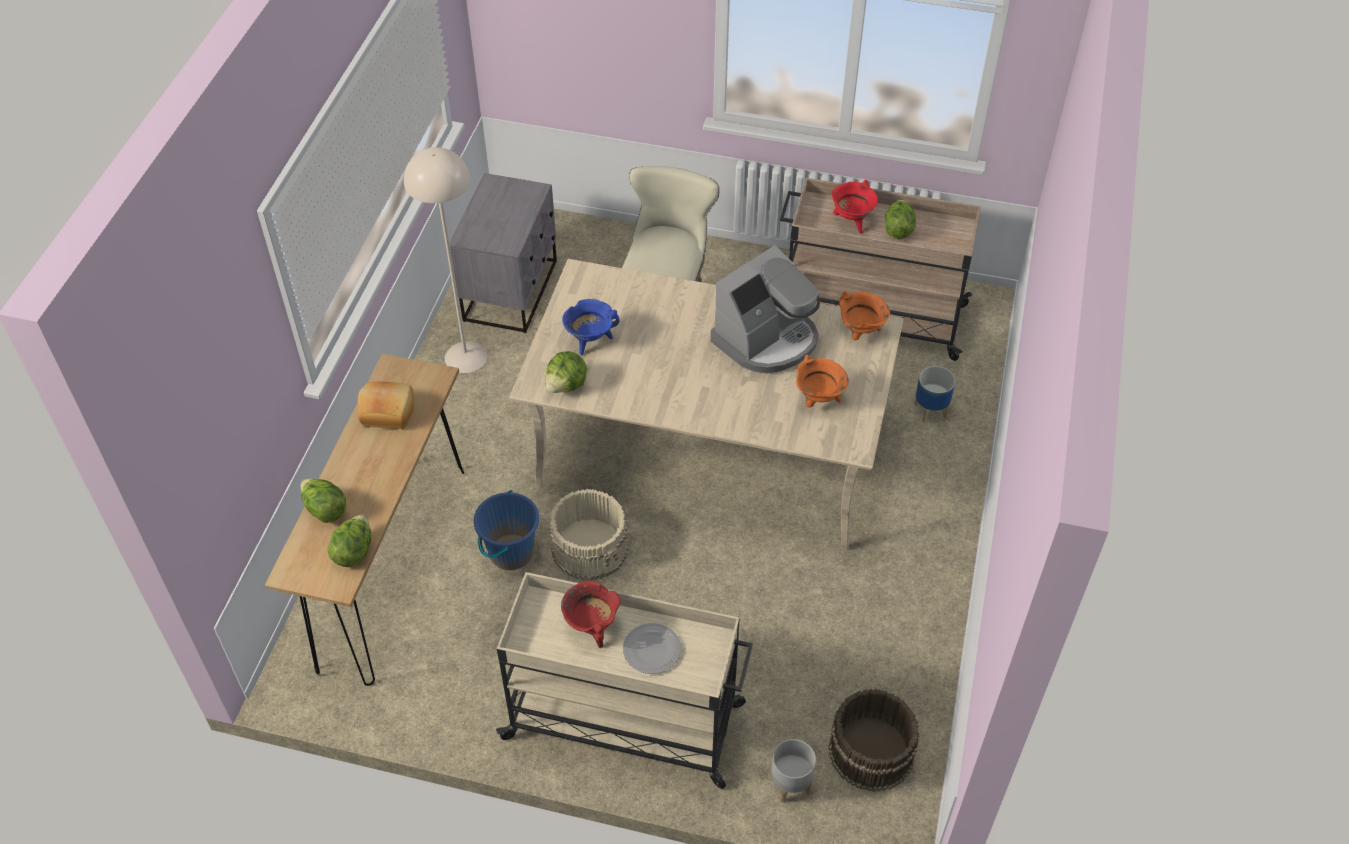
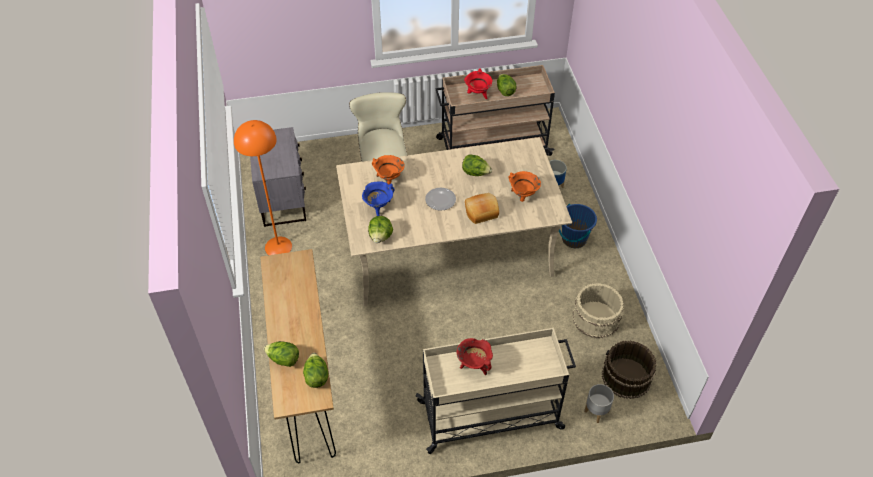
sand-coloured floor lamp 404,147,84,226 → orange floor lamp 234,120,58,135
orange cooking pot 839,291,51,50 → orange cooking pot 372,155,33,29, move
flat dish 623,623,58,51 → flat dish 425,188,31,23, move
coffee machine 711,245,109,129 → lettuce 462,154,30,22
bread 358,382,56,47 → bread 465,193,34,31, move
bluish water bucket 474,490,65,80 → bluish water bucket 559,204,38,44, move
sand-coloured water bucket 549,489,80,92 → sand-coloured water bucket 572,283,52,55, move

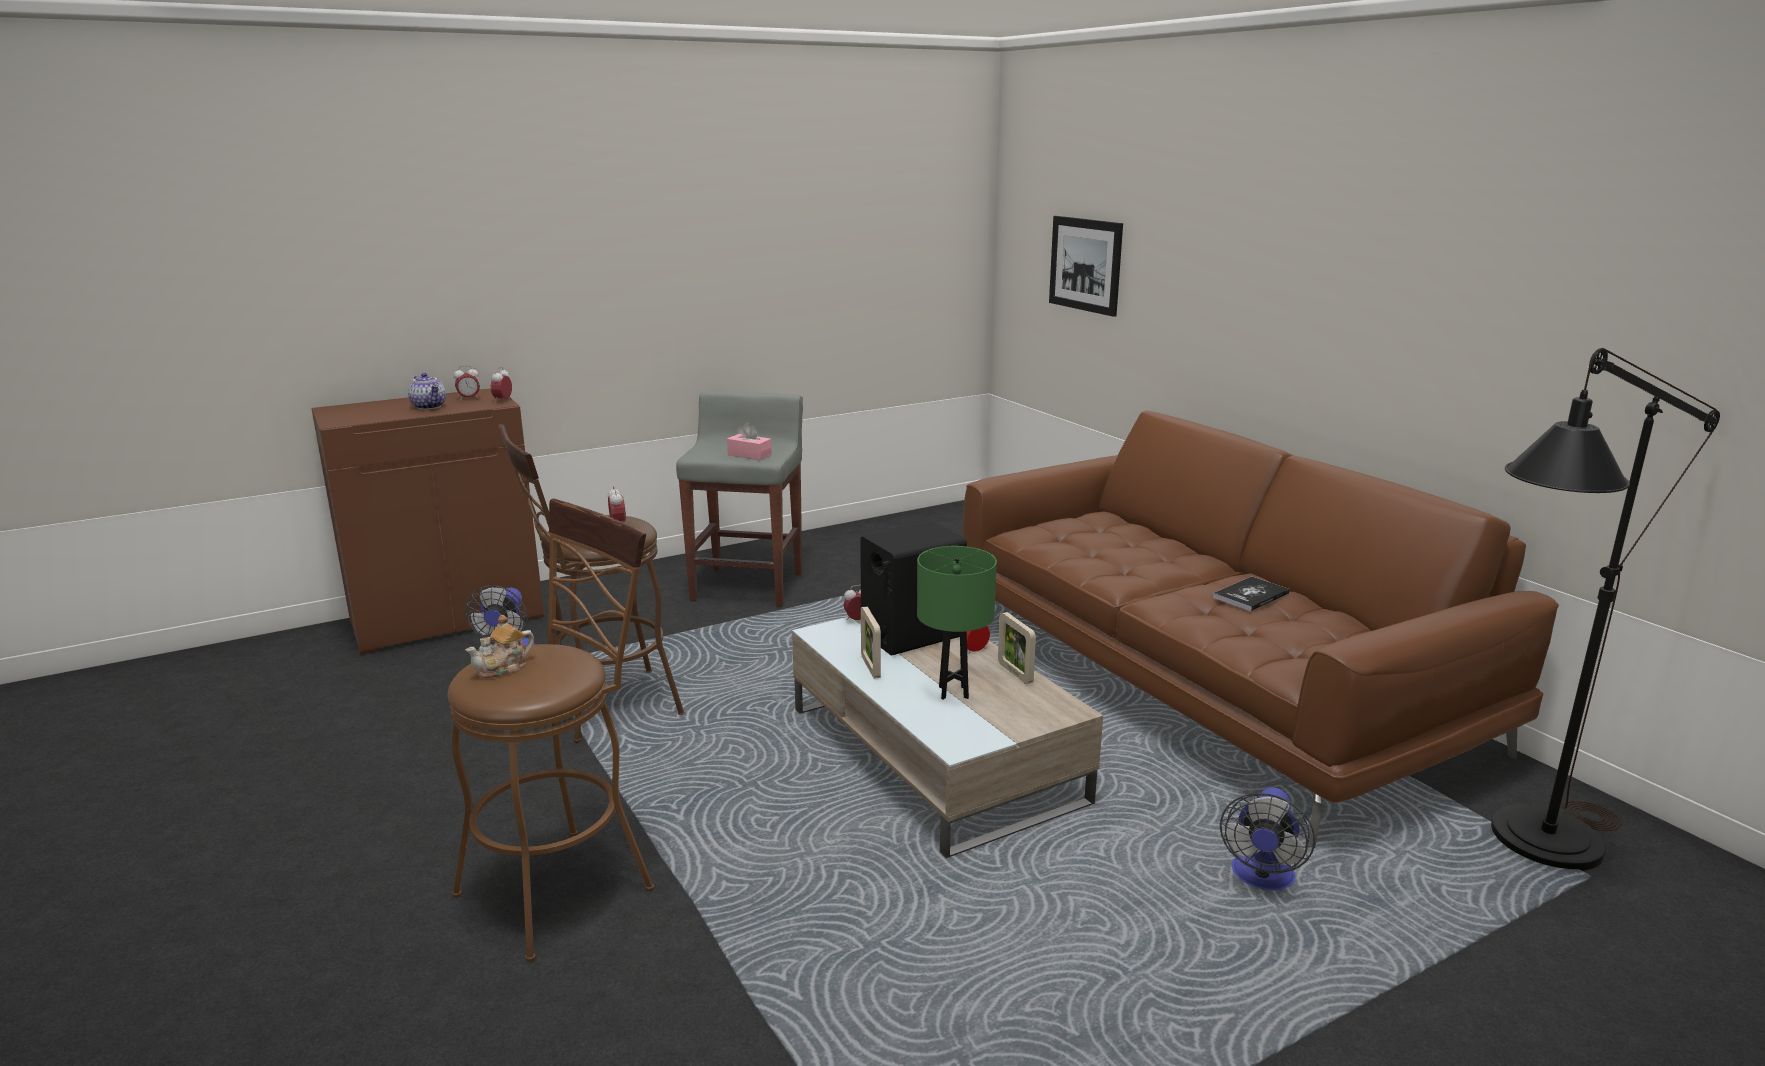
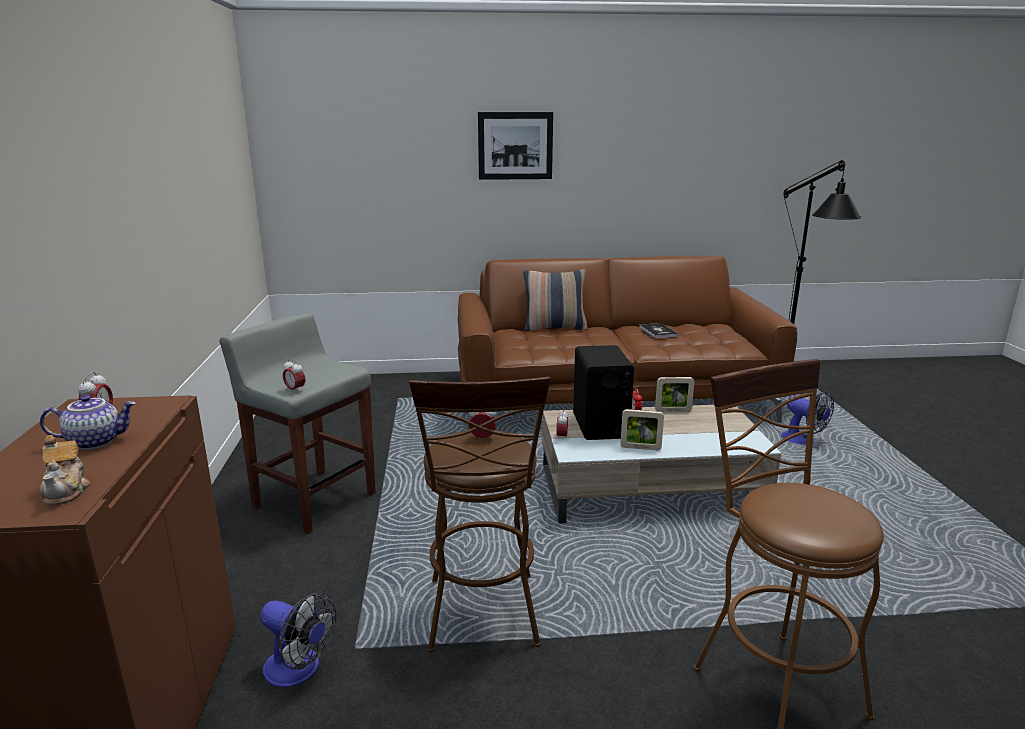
tea pot 465,615,69,63 → tea pot 40,435,50,71, move
alarm clock 491,367,21,36 → alarm clock 283,359,22,34, move
wall art 1049,216,74,101 → wall art 478,112,75,68, move
- → pillow 523,269,65,62
pinkish tissue holder 727,423,45,37 → -
green-coloured table lamp 917,546,80,153 → -

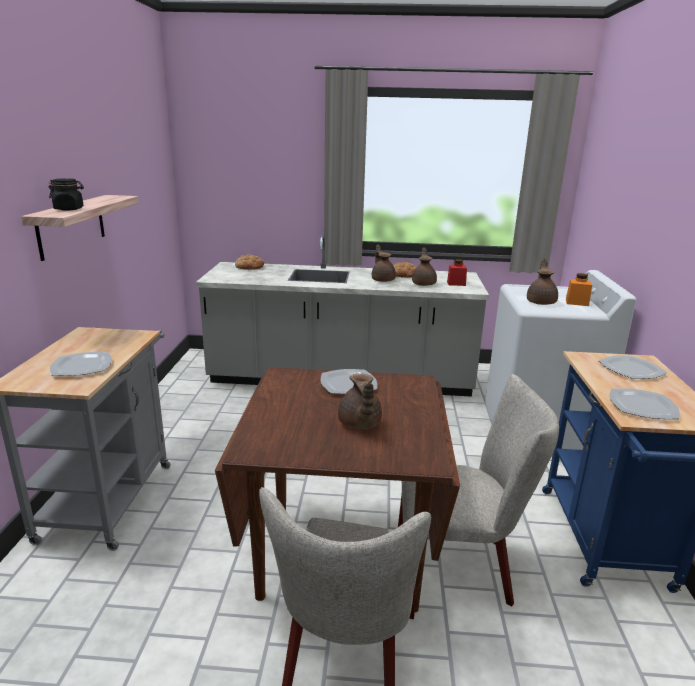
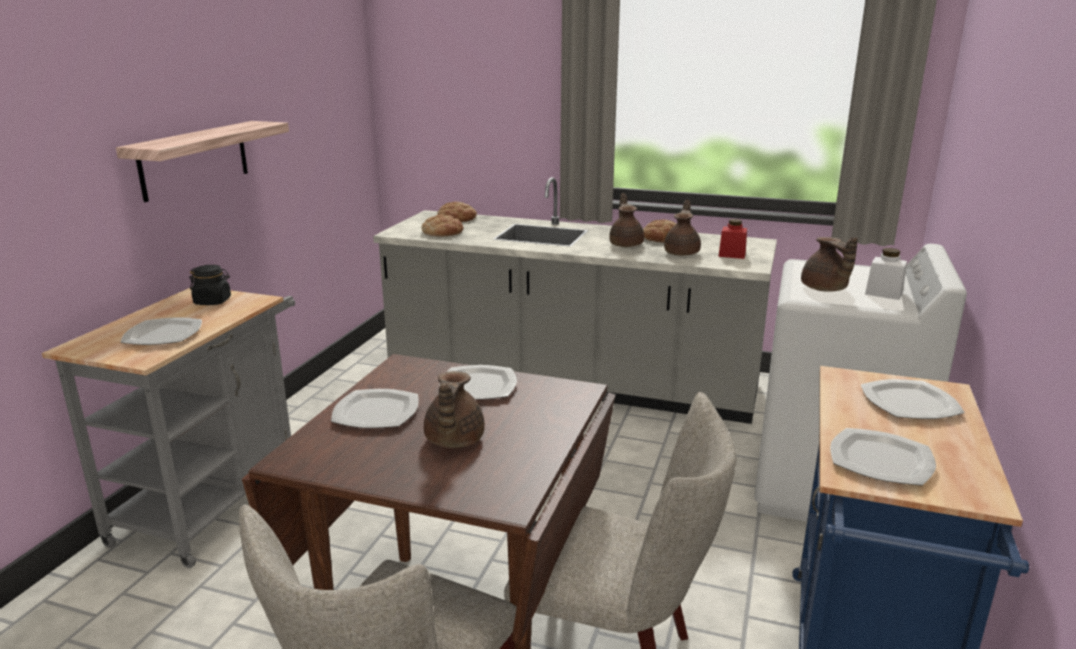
black preserve jar 48,178,36,33 → black preserve jar 189,265,42,40, move
- → flat dish 331,389,88,39
- → bread 422,214,41,22
brownish tea pot 527,258,31,47 → brownish tea pot 801,237,57,55, 135 degrees clockwise
orange preserve jar 566,273,26,33 → white-coloured preserve jar 865,248,42,52

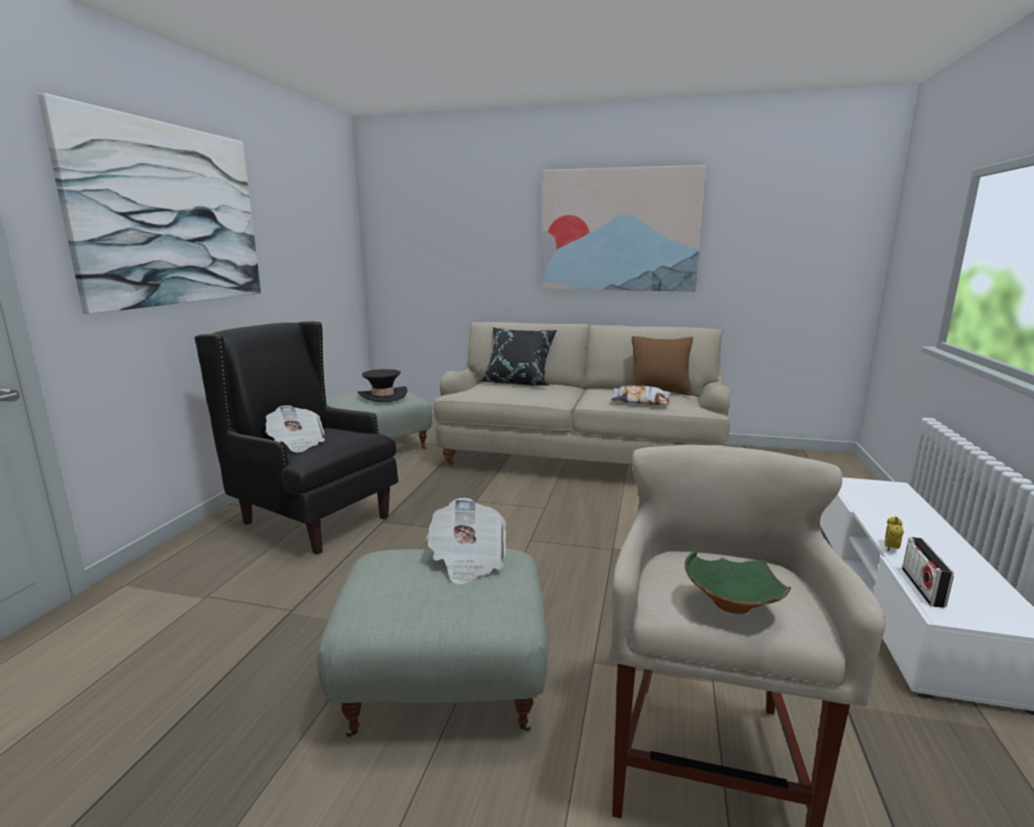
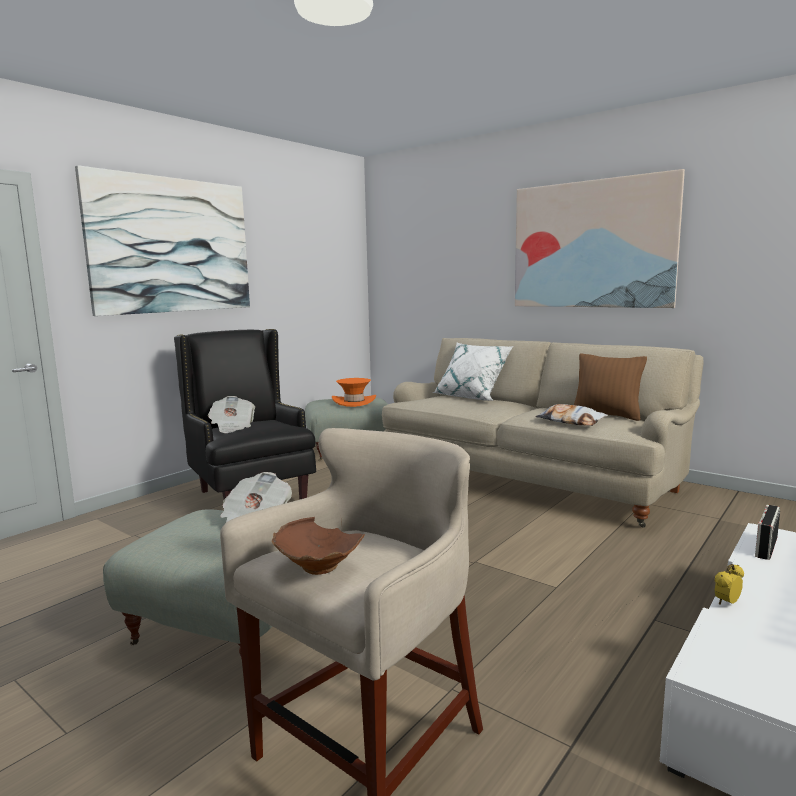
green-coloured deep dish 685,551,106,63 → brownish deep dish 272,517,93,58
black clothing hat 358,369,50,33 → orange clothing hat 332,378,44,29
black pillow 479,327,78,59 → white-coloured pillow 433,343,80,58
radio receiver 902,537,52,71 → radio receiver 755,505,25,55, move

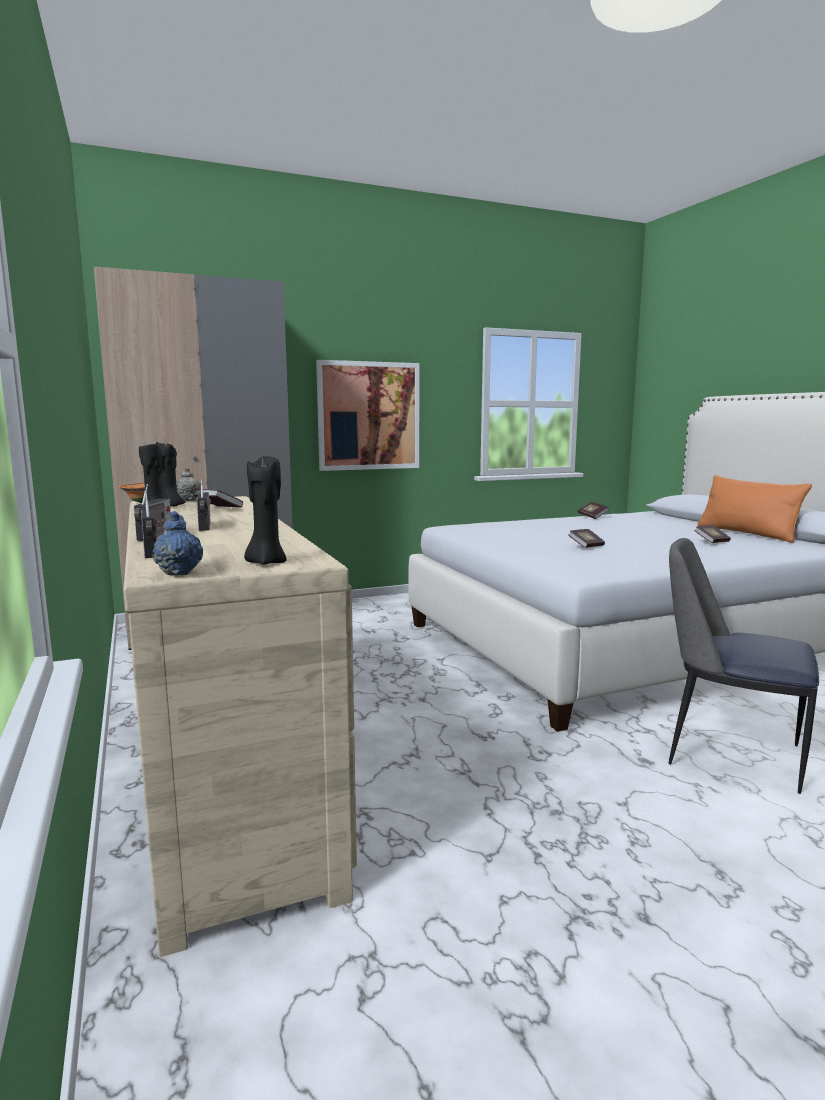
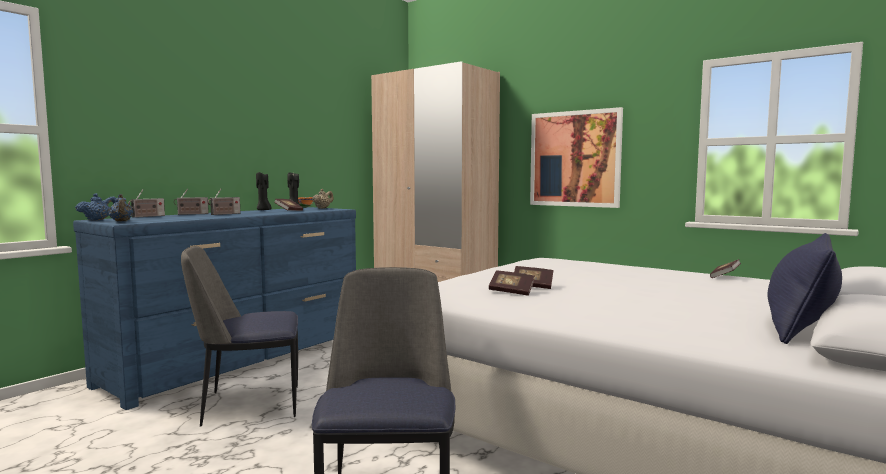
sand-coloured drawer chest 123,496,234,461 → bluish drawer chest 73,207,283,203
black wax candle 244,456,43,109 → bluish tea pot 108,194,25,27
- → upright chair 181,246,117,181
book 694,525,37,18 → book 489,270,45,26, move
orange pillow 698,475,114,68 → bluish pillow 768,233,74,111

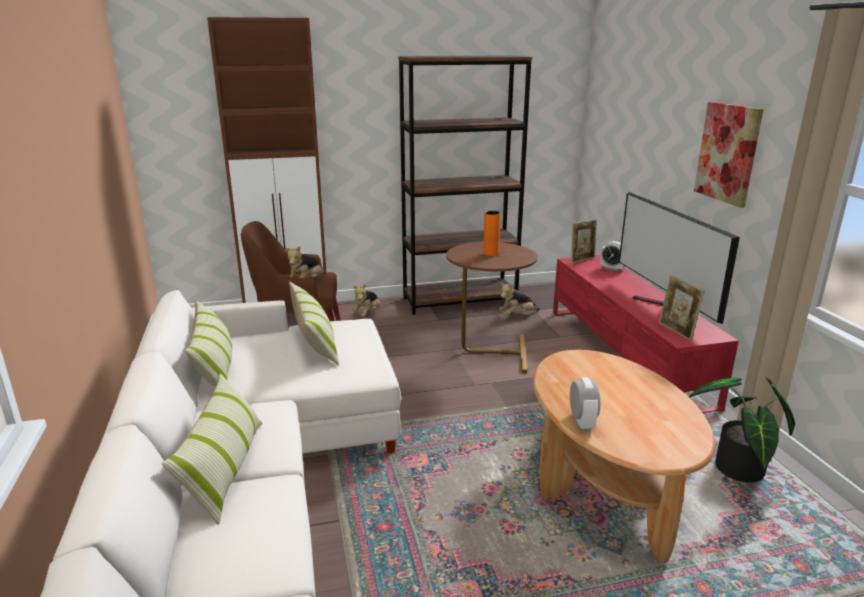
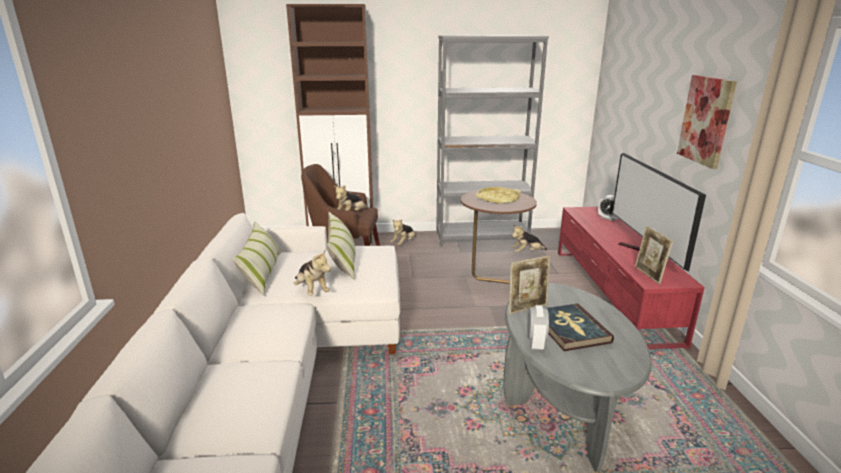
- → soft toy 294,250,37,46
brownish bookshelf 398,55,134,260 → greyish bookshelf 436,35,113,212
orange decorative vase 483,211,18,45 → yellow tray 475,187,46,17
brownish lounge table 533,350,182,214 → greyish lounge table 503,283,149,189
picture frame 571,219,26,45 → picture frame 509,255,41,59, move
- → book 547,303,67,48
pillow 162,373,100,151 → -
houseplant 688,378,107,105 → -

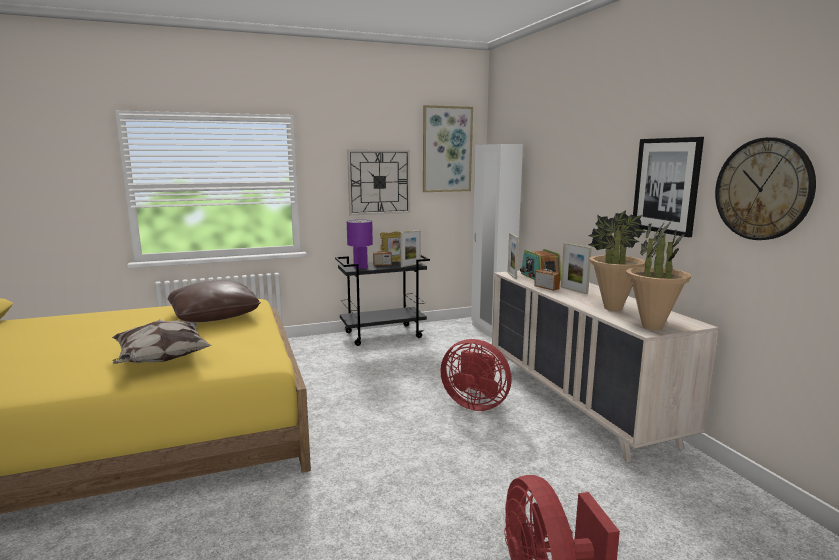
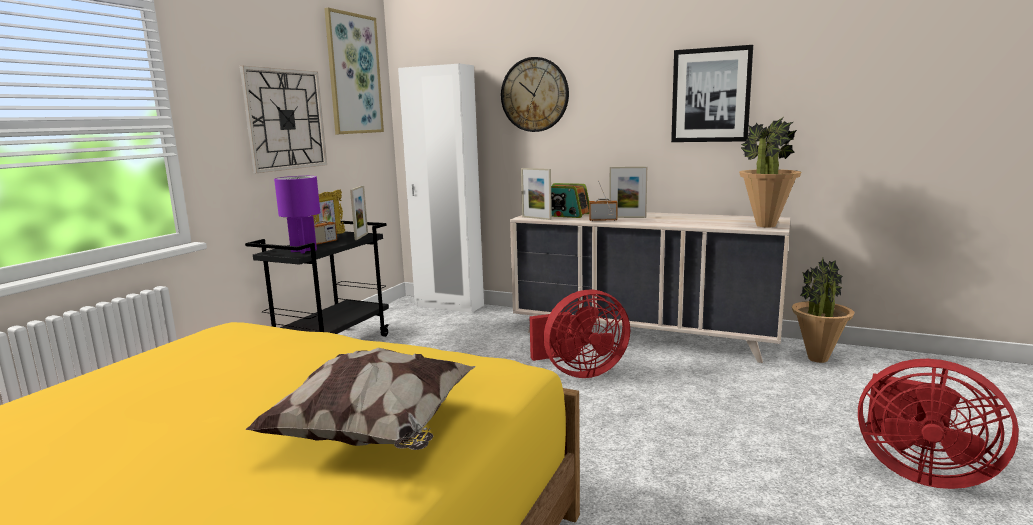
hanging clock 715,137,101,103 → hanging clock 501,57,68,75, move
houseplant 588,210,58,101 → houseplant 792,258,62,105, move
brownish pillow 168,280,93,42 → -

